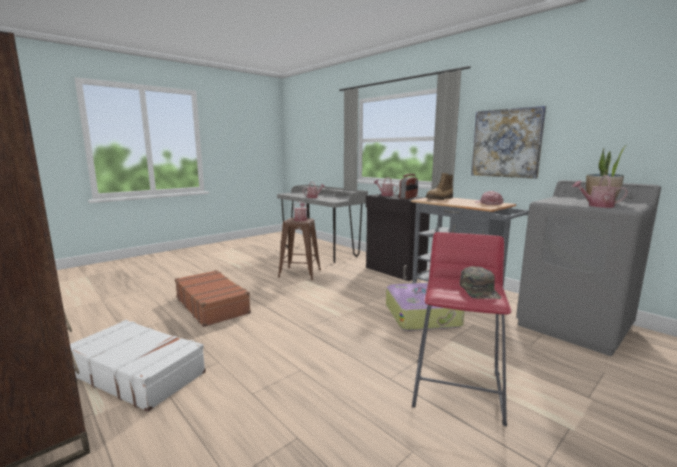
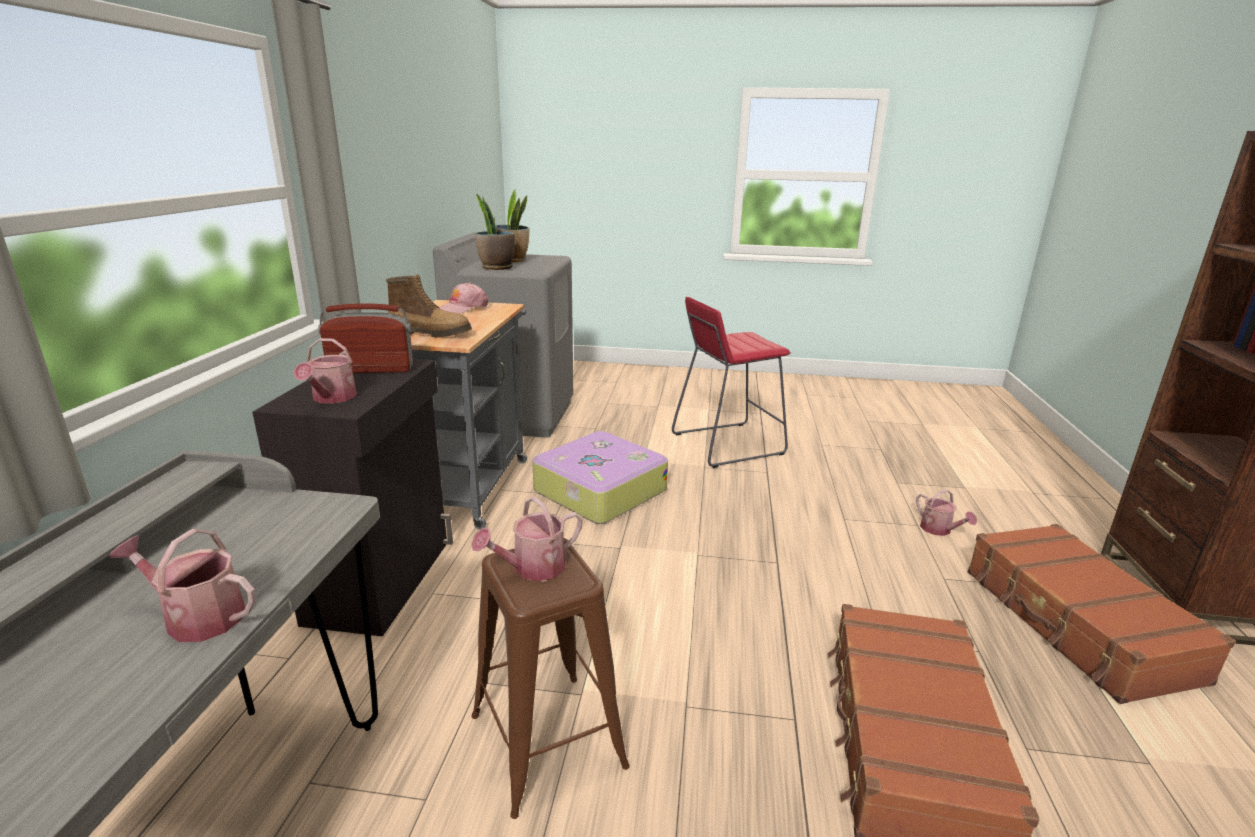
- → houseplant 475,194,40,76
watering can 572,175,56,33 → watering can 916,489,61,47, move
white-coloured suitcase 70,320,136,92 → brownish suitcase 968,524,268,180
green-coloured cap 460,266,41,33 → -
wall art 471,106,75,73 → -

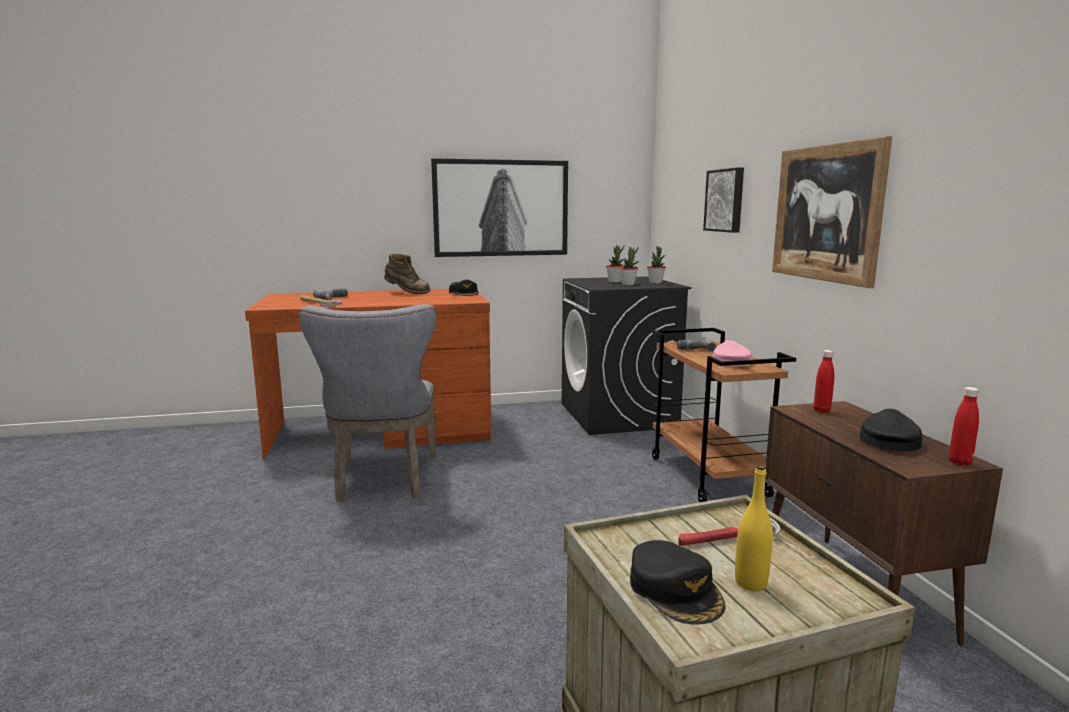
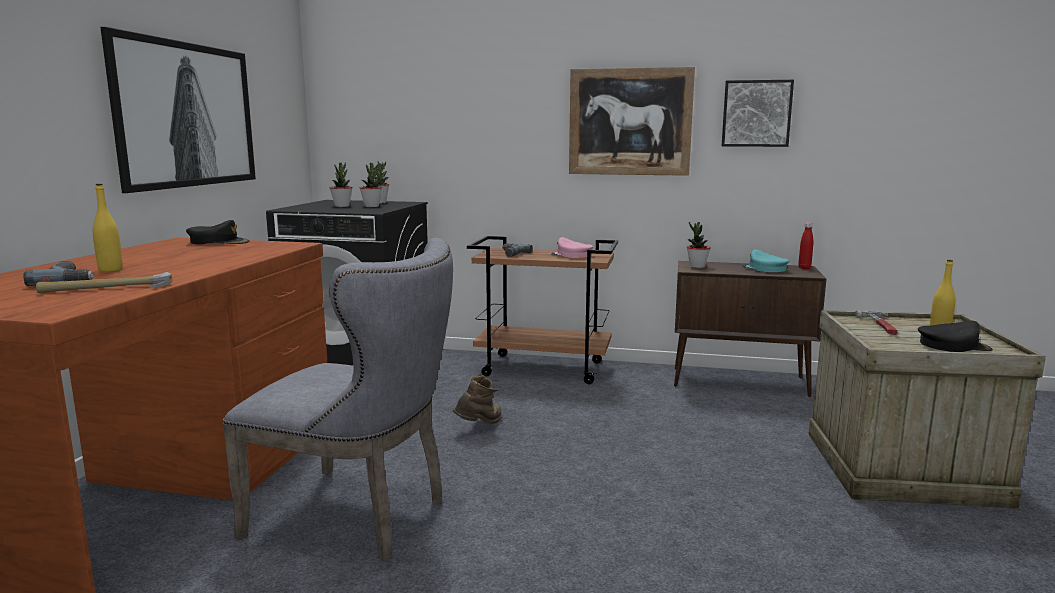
- → yellow beverage bottle 93,184,30,88
brownish high-top boot 384,253,46,41 → brownish high-top boot 453,375,49,49, move
red-coloured beverage bottle 813,350,21,63 → houseplant 687,222,24,46
wall art 703,168,41,65 → wall art 722,80,72,67, move
black cap 860,409,63,42 → blue-green cap 741,249,48,23

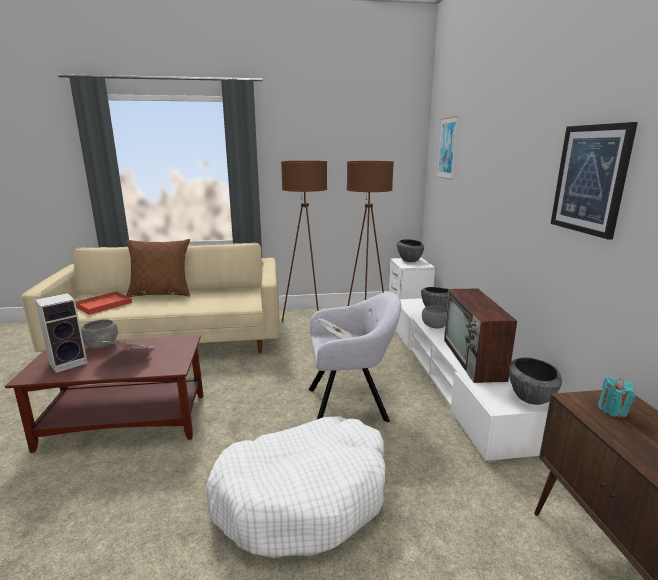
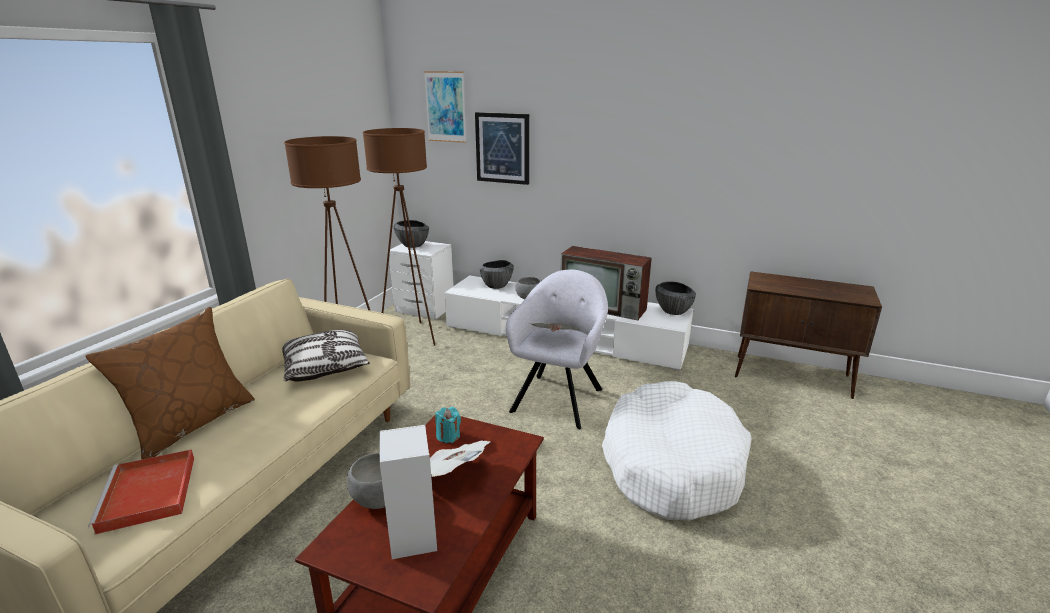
- → pillow 282,330,88,51
blue-green wax candle 598,377,37,41 → blue-green wax candle 435,407,26,36, move
wall art 551,122,87,117 → wall art 475,112,54,73, move

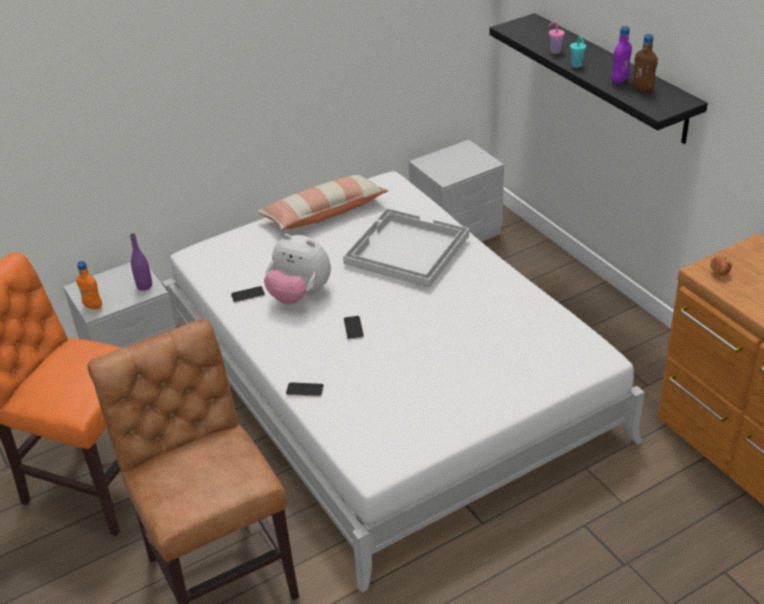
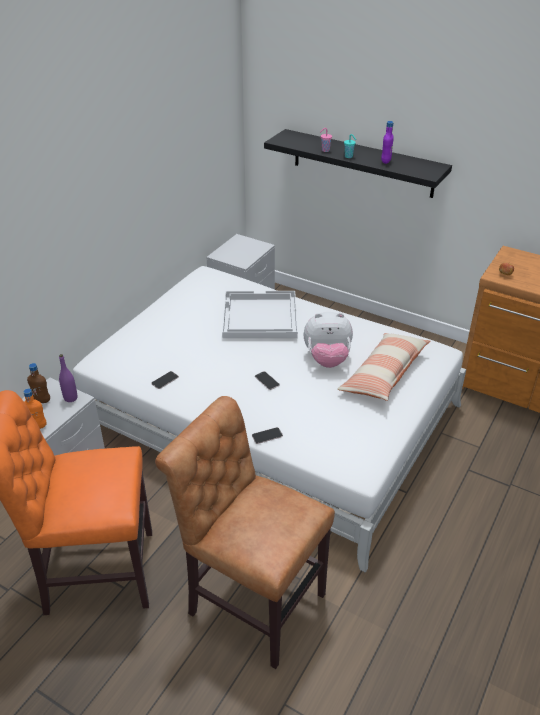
brownish beverage bottle 632,34,26,58 → brownish beverage bottle 27,363,23,40, move
soft toy 264,234,67,70 → soft toy 304,312,49,56, move
pillow 257,175,132,55 → pillow 337,333,94,68, move

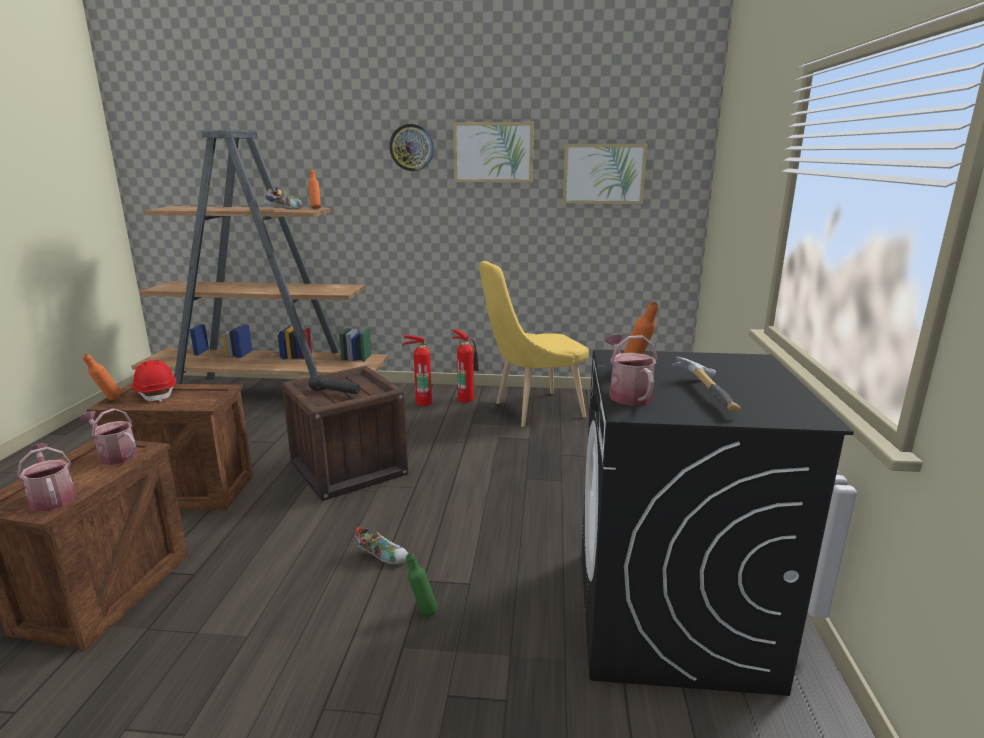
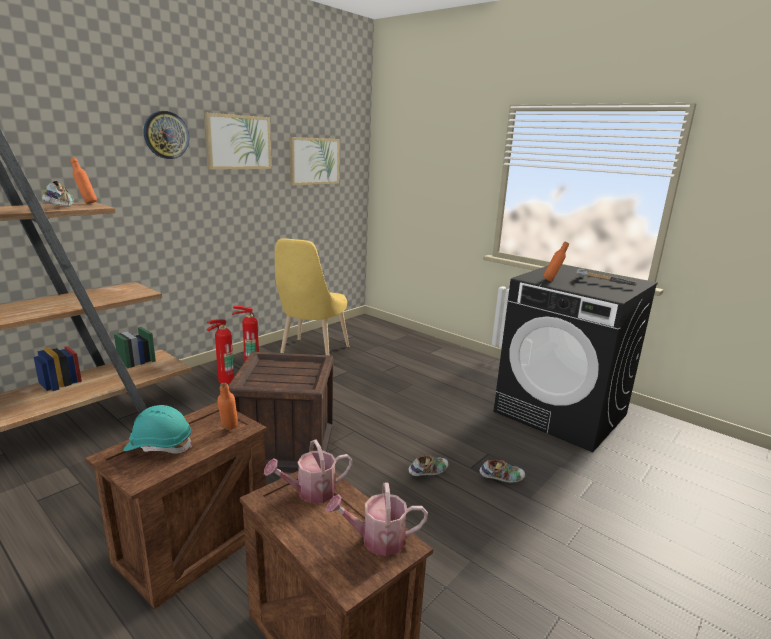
red-coloured work helmet 132,360,45,42 → blue-green work helmet 123,405,69,49
orange beverage bottle 82,354,40,47 → orange beverage bottle 217,383,21,47, move
green-coloured beverage bottle 406,553,32,64 → shoe 480,459,45,24
black flashlight 309,374,51,20 → -
watering can 605,334,52,72 → -

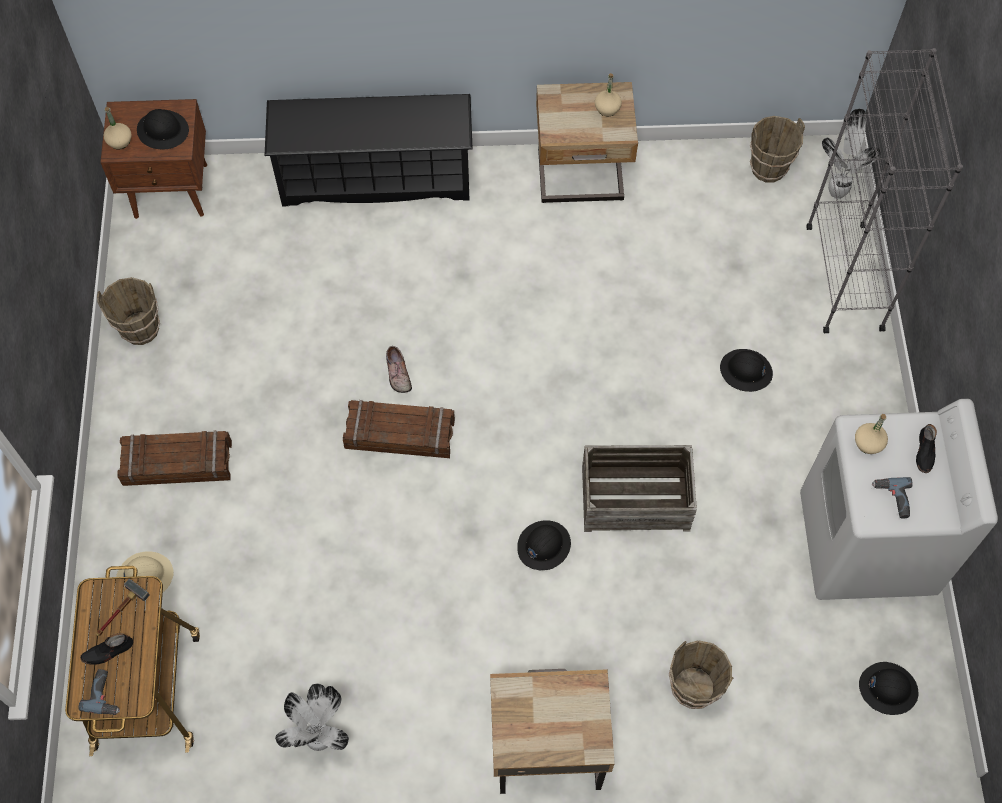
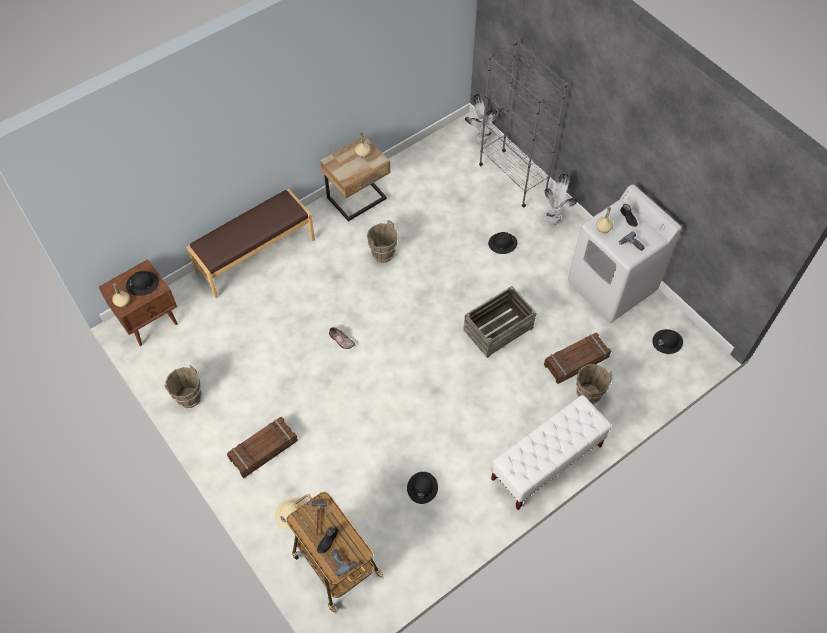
black shoe stand 265,94,208,113 → brownish bench 187,189,128,109
brownish water bucket 750,116,55,67 → brownish water bucket 367,220,30,43, move
black work helmet 517,520,54,51 → black work helmet 407,472,31,32, move
sand-coloured bedside table 490,669,125,125 → white-coloured bench 491,395,121,115
houseplant 275,684,74,67 → houseplant 544,173,33,53, move
shipping crate 343,400,112,58 → shipping crate 544,333,67,51, move

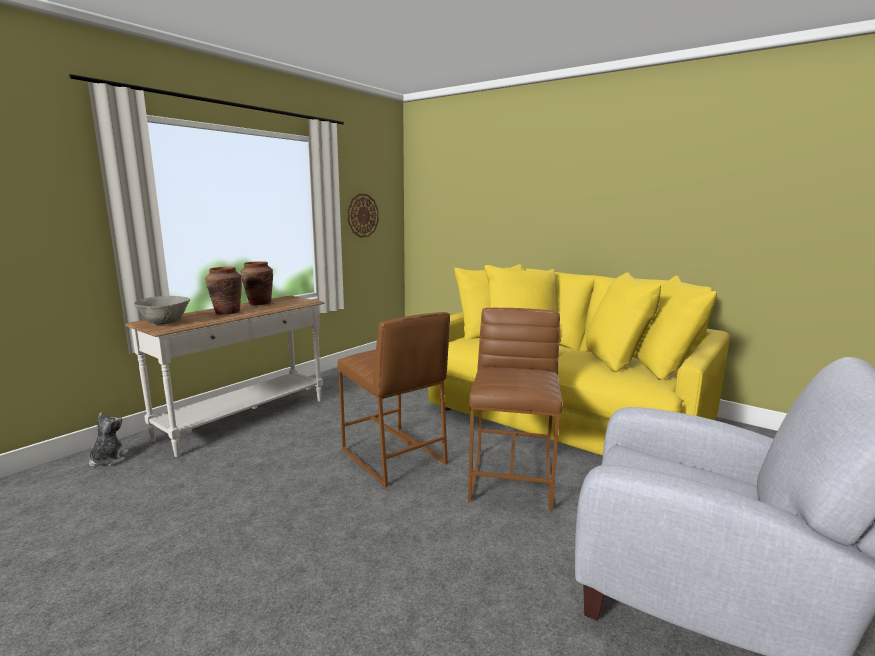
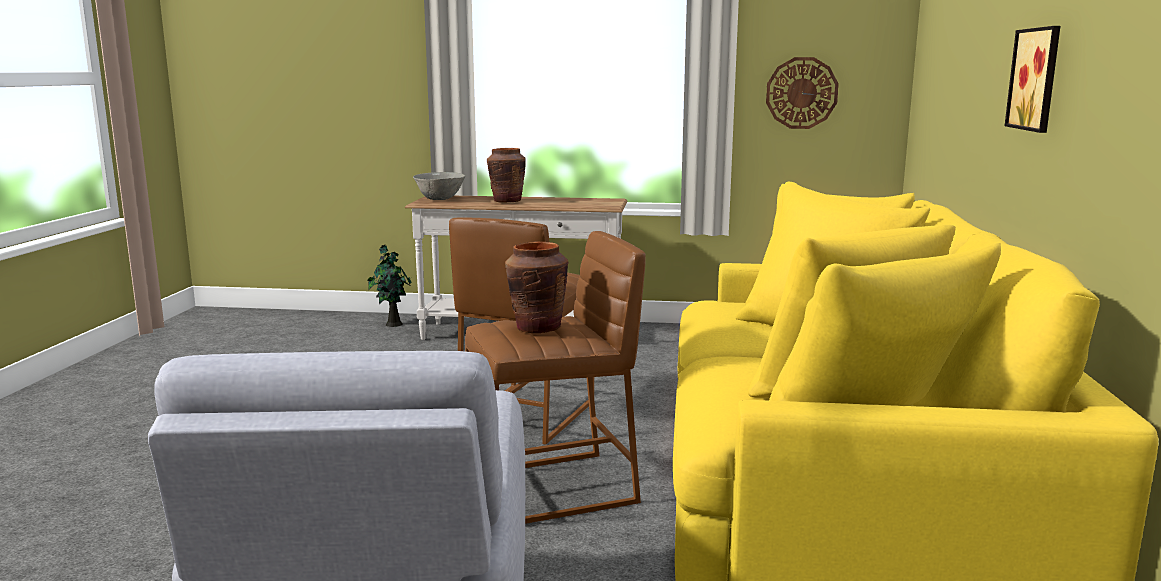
soft toy 89,412,40,54 → houseplant 367,244,45,83
brownish decorative vase 240,261,33,44 → brownish decorative vase 505,242,64,91, move
- → wall art 1005,26,55,107

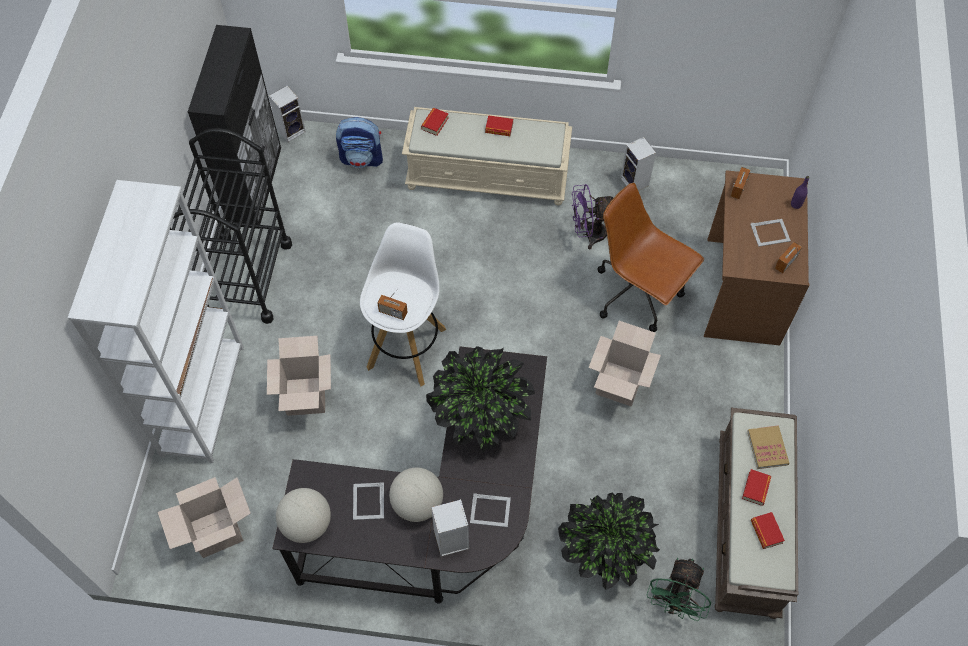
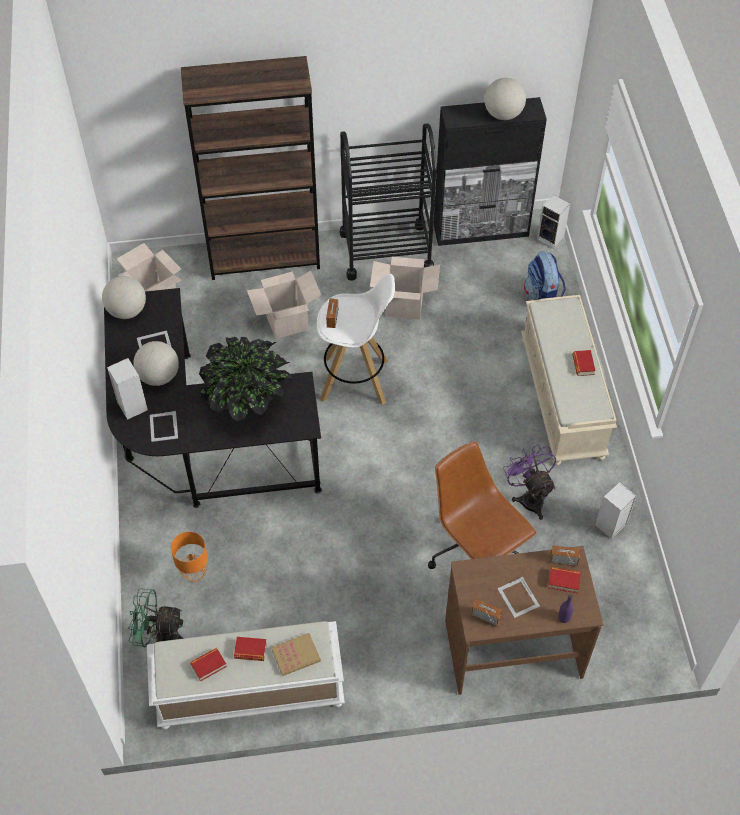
brownish bench 715,408,83,211 → white-coloured bench 147,621,198,108
houseplant 558,493,102,97 → orange table lamp 171,532,37,50
white-coloured bookshelf 68,180,176,283 → brownish bookshelf 181,56,139,224
carton 589,321,72,85 → carton 370,257,70,63, move
brownish computer chair 598,183,106,149 → brownish computer chair 428,441,108,128, 60 degrees counterclockwise
- → globe 484,78,42,42
book 421,108,28,28 → book 548,567,33,26, move

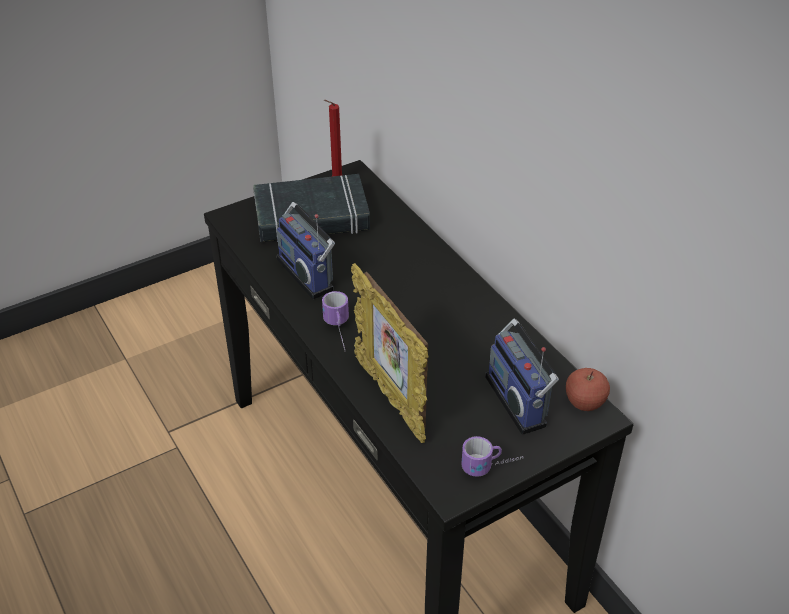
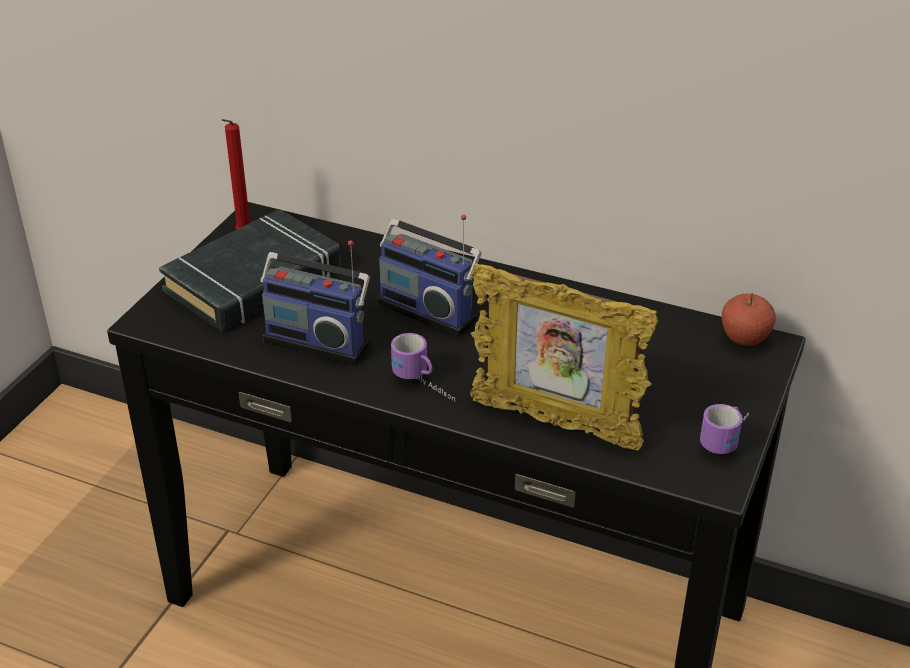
radio receiver 485,319,74,116 → radio receiver 377,215,105,122, move

